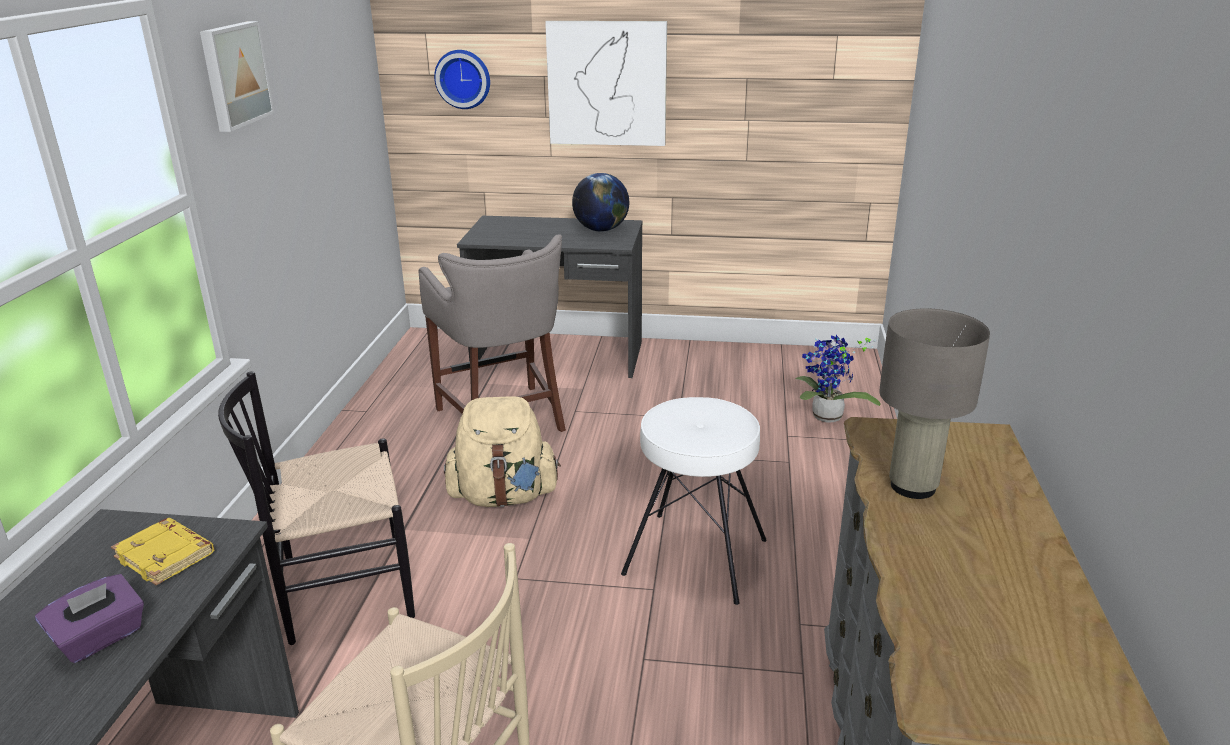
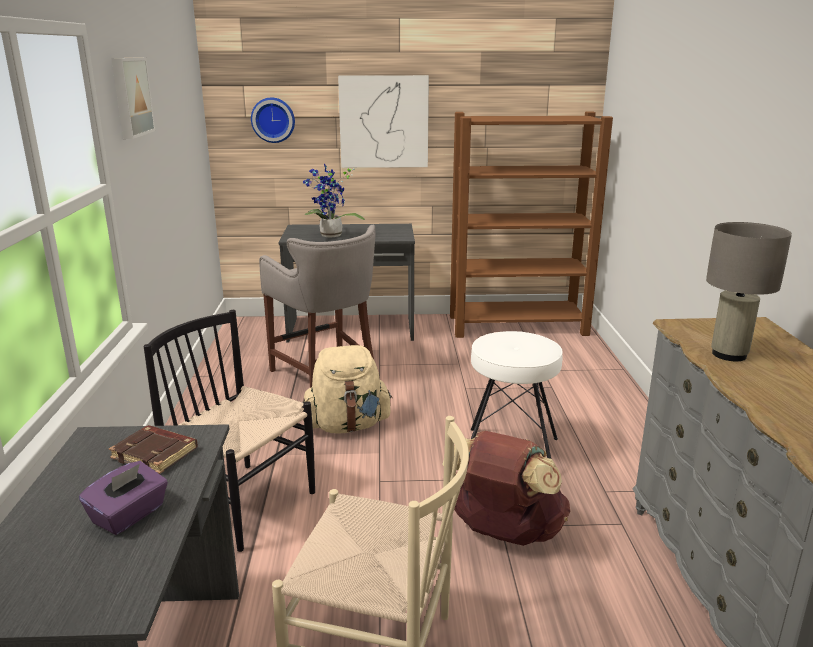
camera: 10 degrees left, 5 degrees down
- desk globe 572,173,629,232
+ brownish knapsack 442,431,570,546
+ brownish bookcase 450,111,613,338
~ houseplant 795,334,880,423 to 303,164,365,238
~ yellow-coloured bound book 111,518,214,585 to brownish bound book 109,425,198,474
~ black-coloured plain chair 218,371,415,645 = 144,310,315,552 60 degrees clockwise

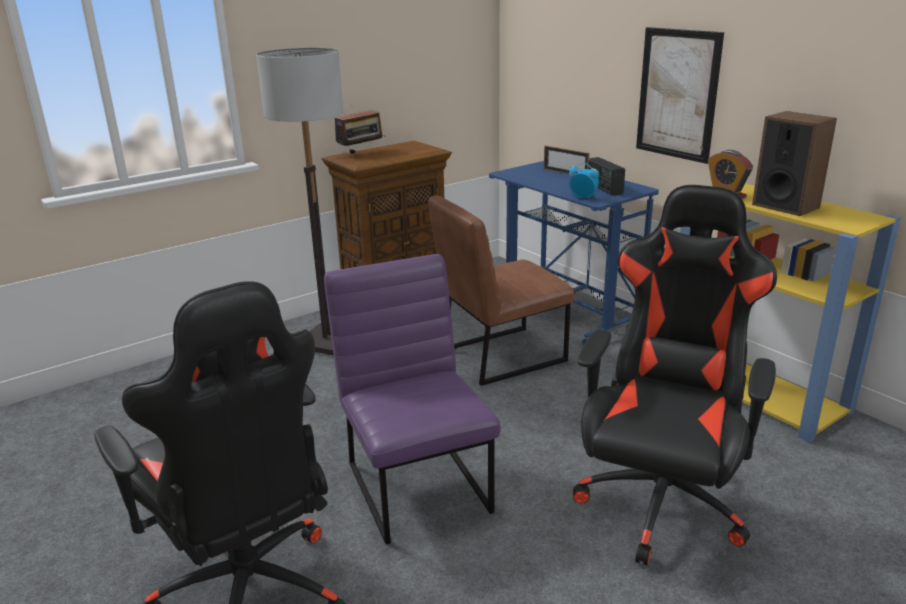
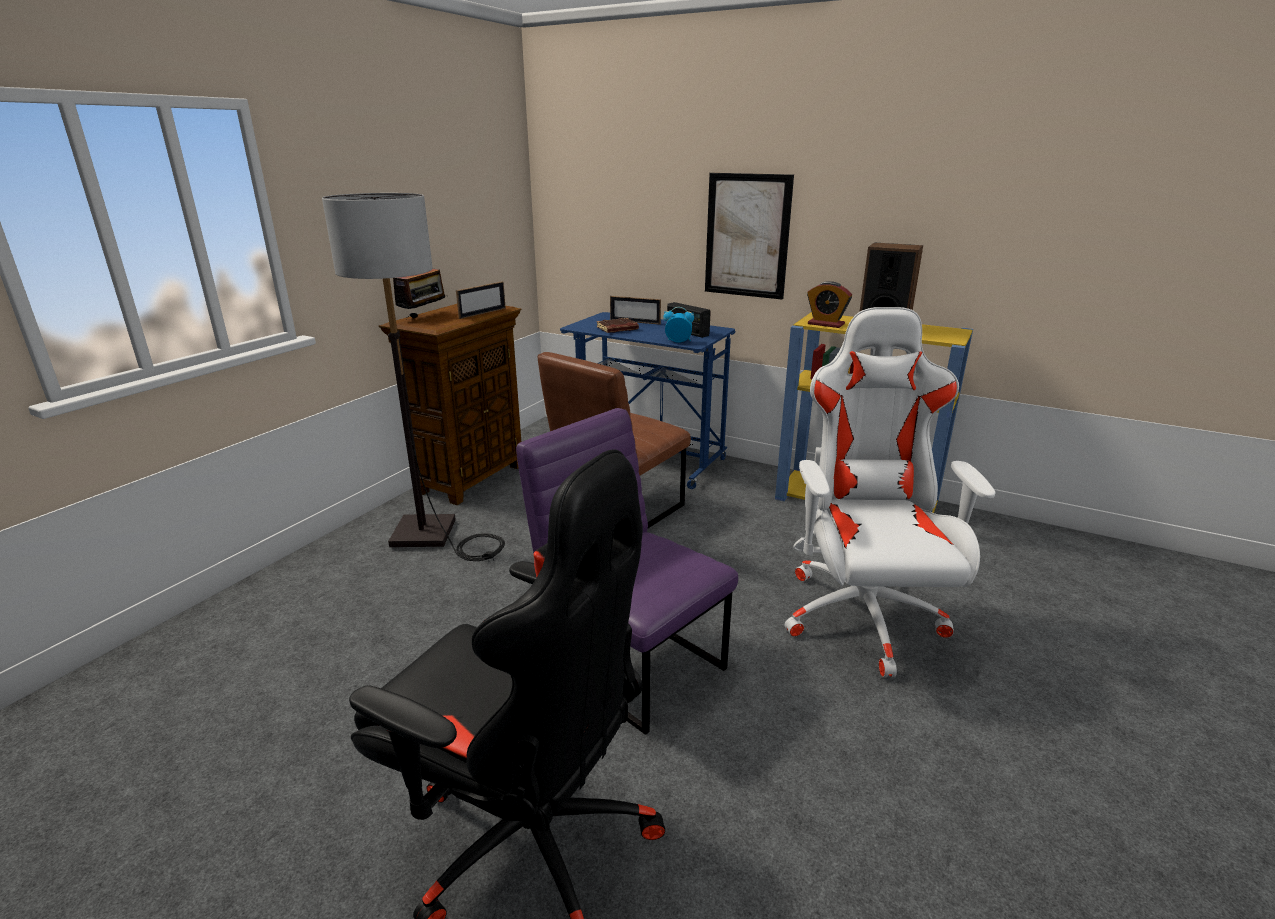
camera: 25 degrees left, 0 degrees up
+ photo frame 456,281,506,319
+ brownish bound book 597,318,639,333
~ black-coloured computer chair 573,185,777,565 to whitish computer chair 785,307,995,677

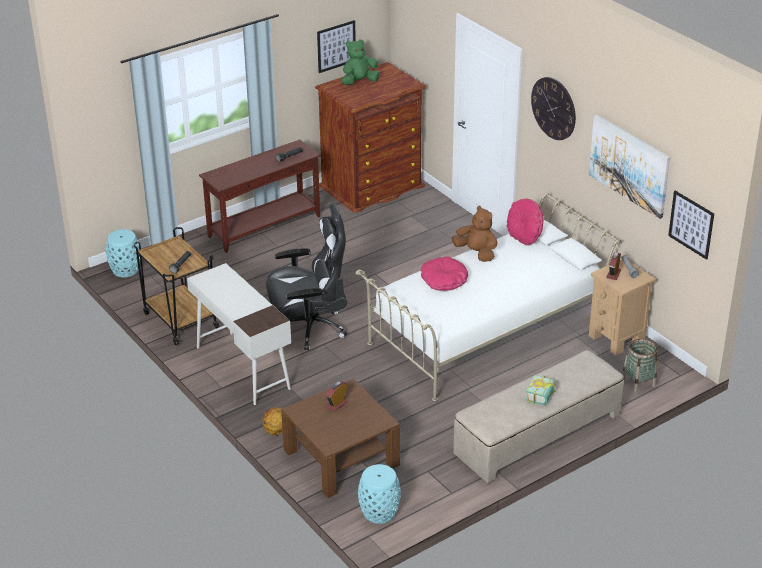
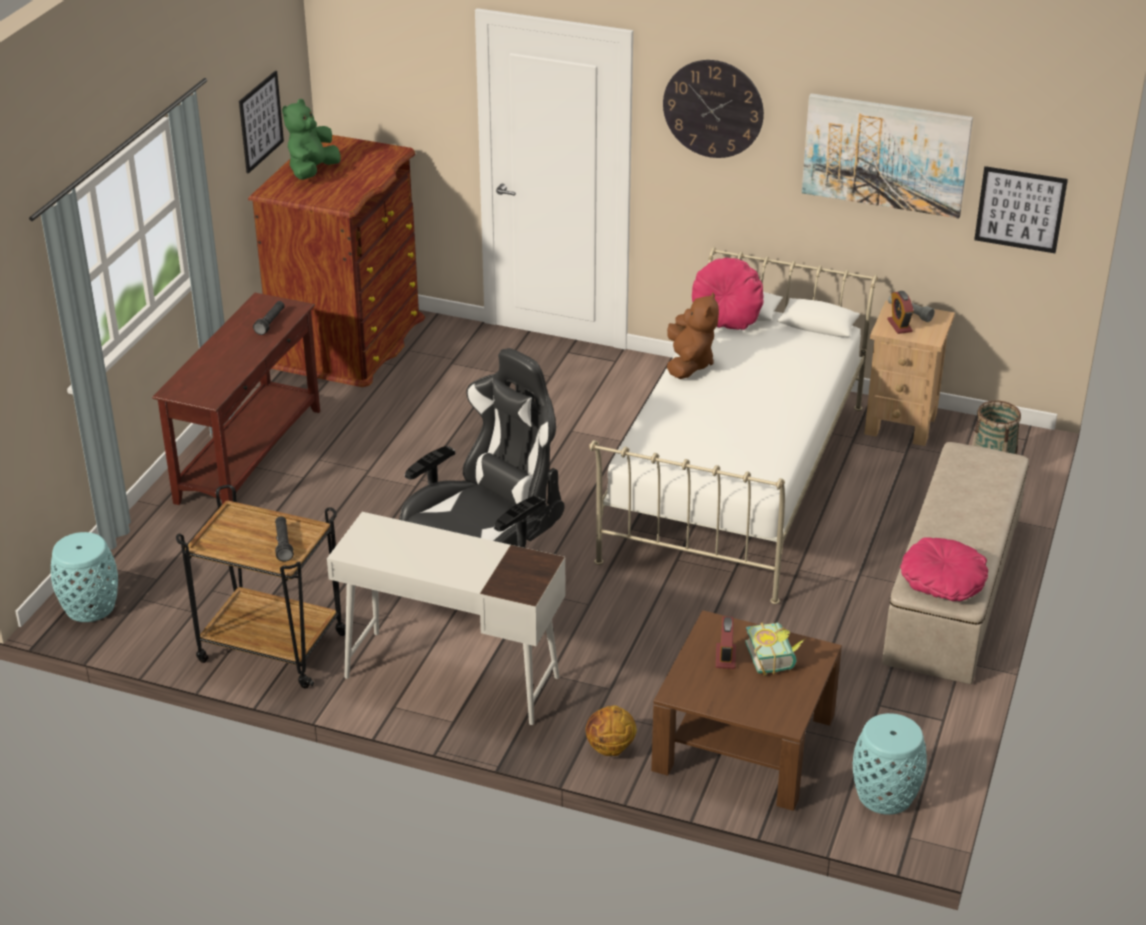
camera: 35 degrees left, 0 degrees up
~ pinkish pillow 421,256,468,291 to 900,537,988,601
~ bound book 525,375,557,405 to 745,622,805,676
~ brownish cuddly toy 452,206,497,262 = 667,293,719,379 90 degrees clockwise

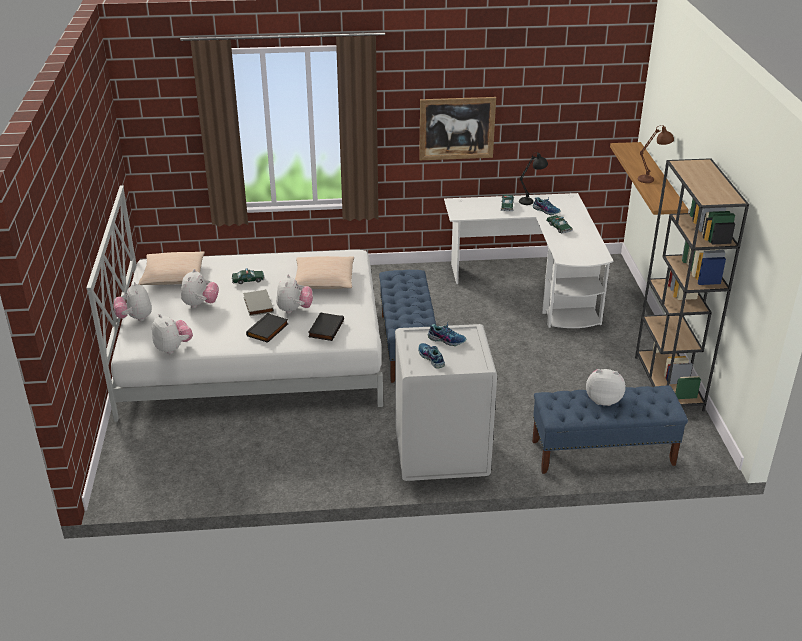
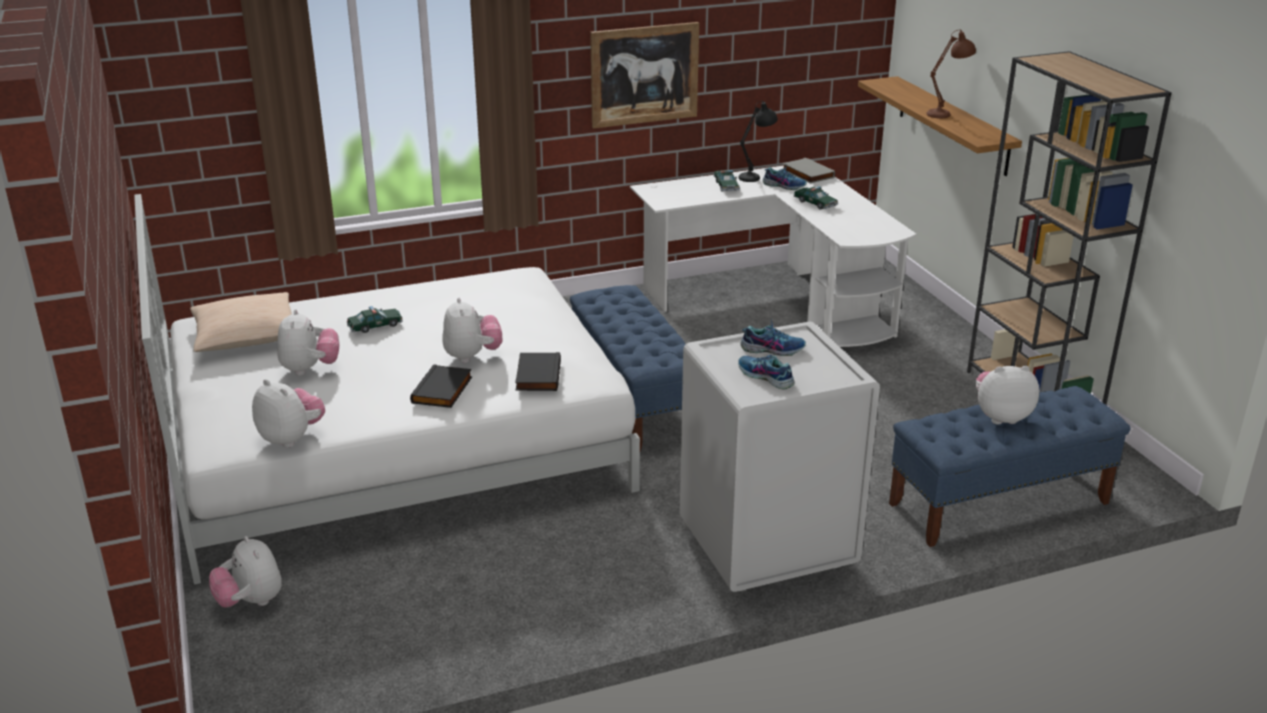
camera: 15 degrees left, 5 degrees down
- beige-coloured pillow 295,256,354,289
~ cuddly toy 114,282,152,321 to 209,536,282,608
~ greyish bound book 243,289,274,316 to 782,158,835,183

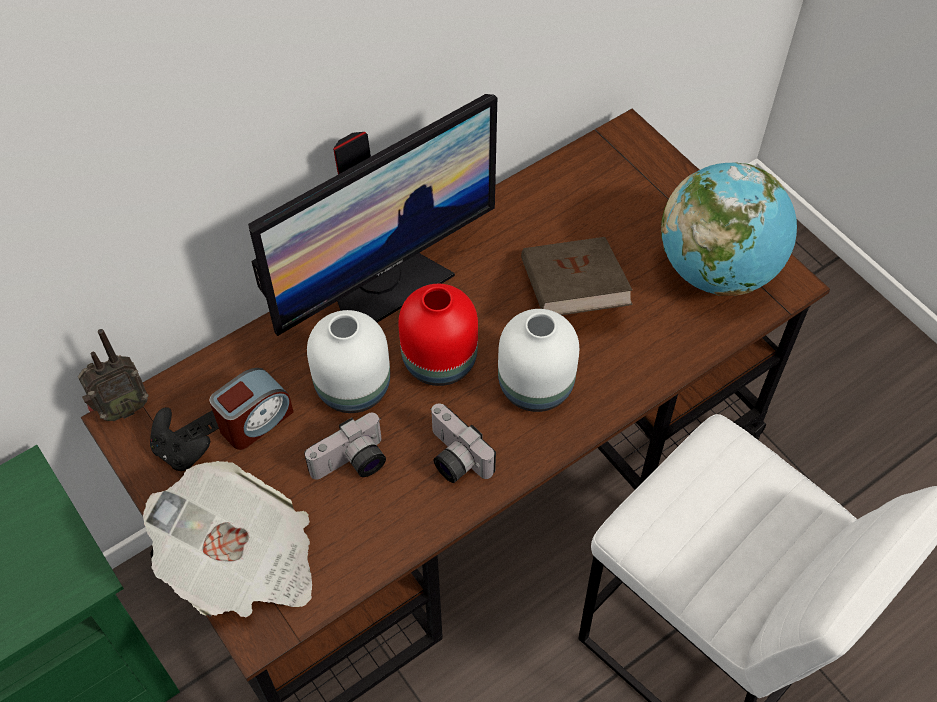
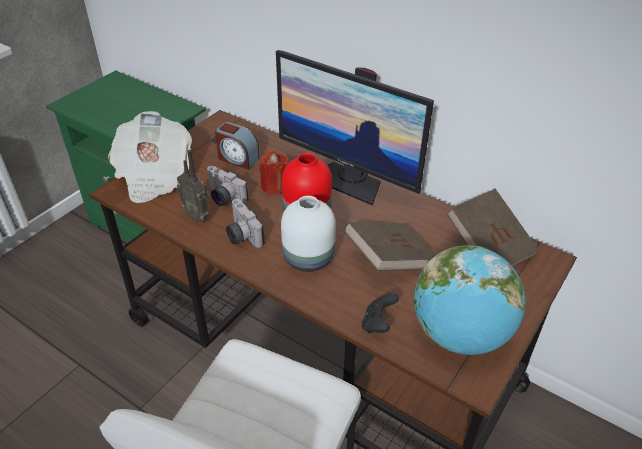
camera: 70 degrees right, 15 degrees down
+ brownish bound book 447,189,539,267
~ radio receiver 78,329,149,421 to 177,150,210,223
~ black-coloured joypad 150,407,210,471 to 362,293,399,333
~ whitish flower vase 307,310,390,413 to red-coloured wax light 259,151,288,195
~ photo camera 430,403,496,483 = 226,199,265,248 60 degrees counterclockwise

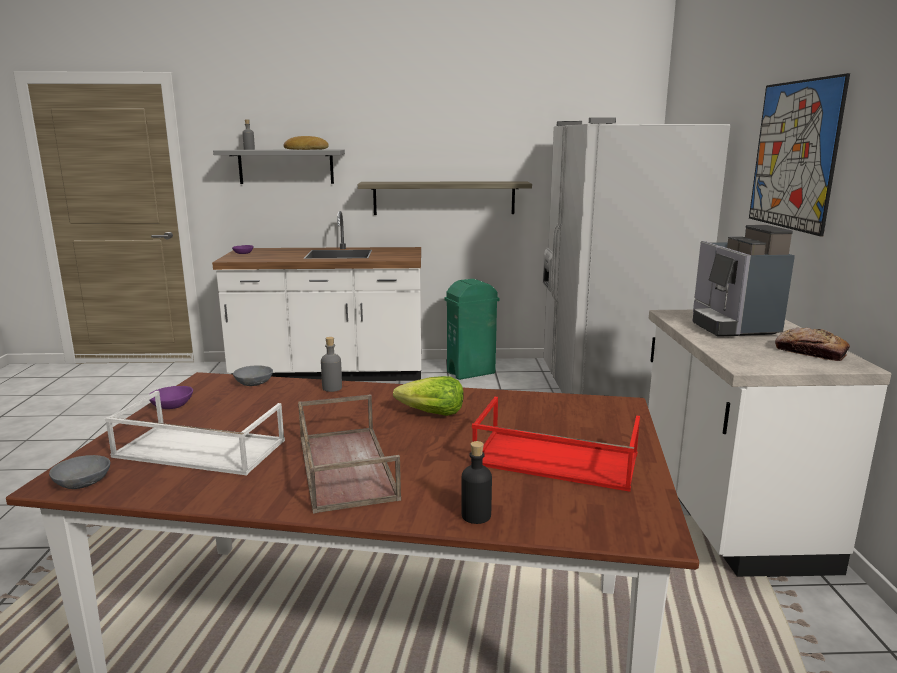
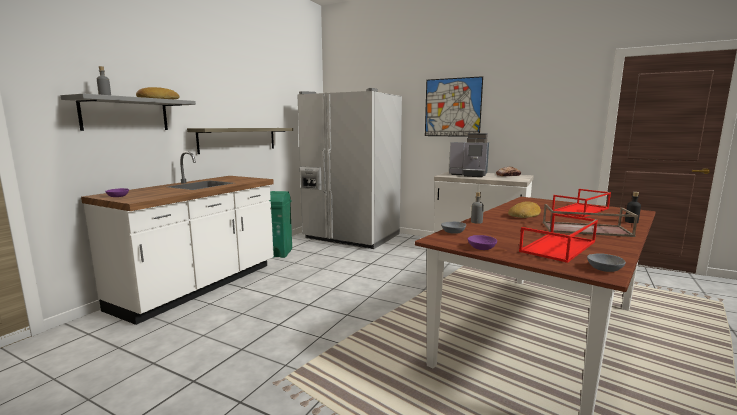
camera: 60 degrees left, 5 degrees down
~ lettuce 393,376,464,416 to bakery bread 508,202,541,218
~ whitish carrying tray 105,391,285,475 to red-coloured carrying tray 519,213,598,263

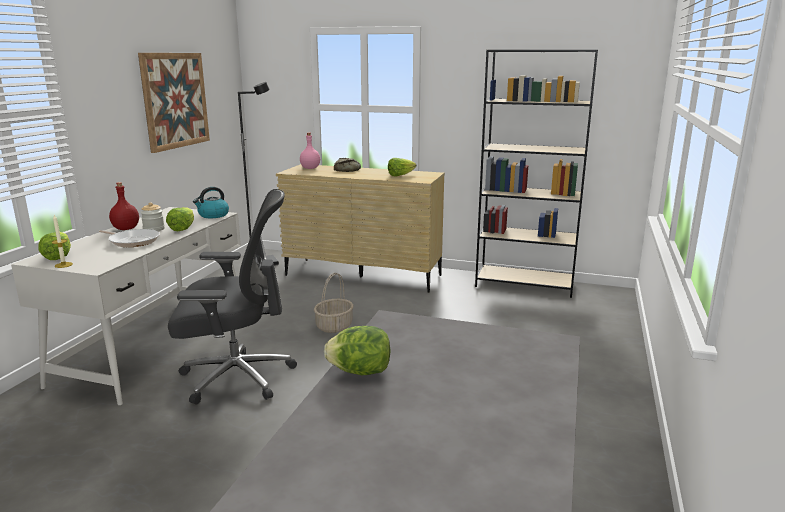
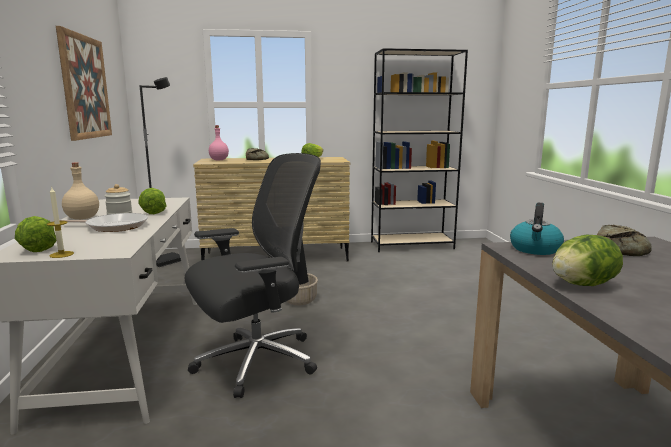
camera: 25 degrees left, 5 degrees down
+ bakery bread 597,225,652,256
~ water kettle 193,187,229,218 to 510,203,564,255
~ red-coloured beverage bottle 109,182,139,230 to beige-coloured beverage bottle 62,162,99,220

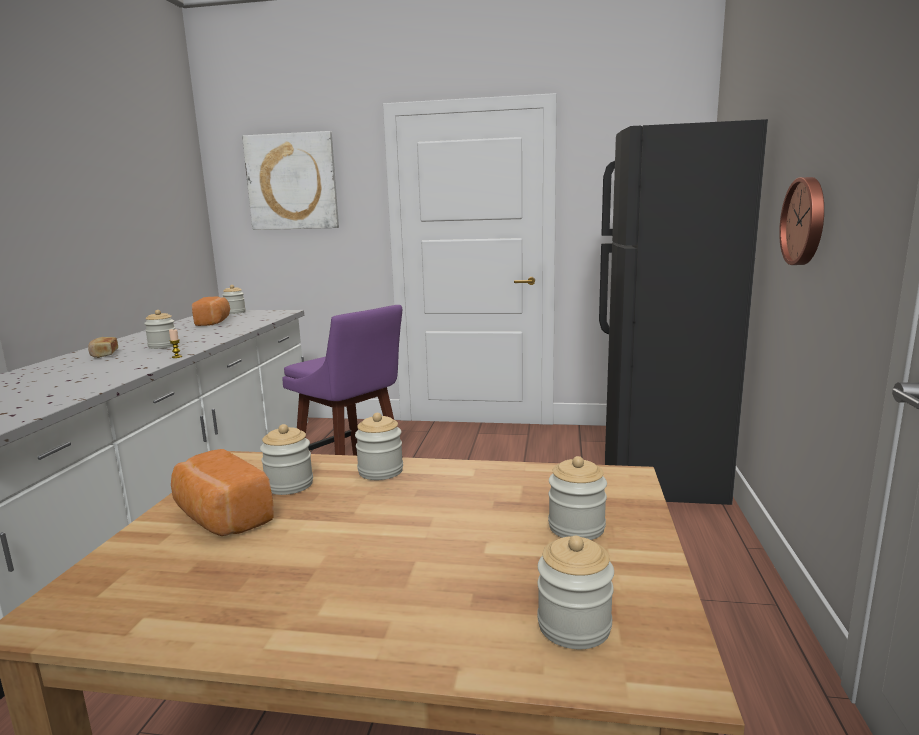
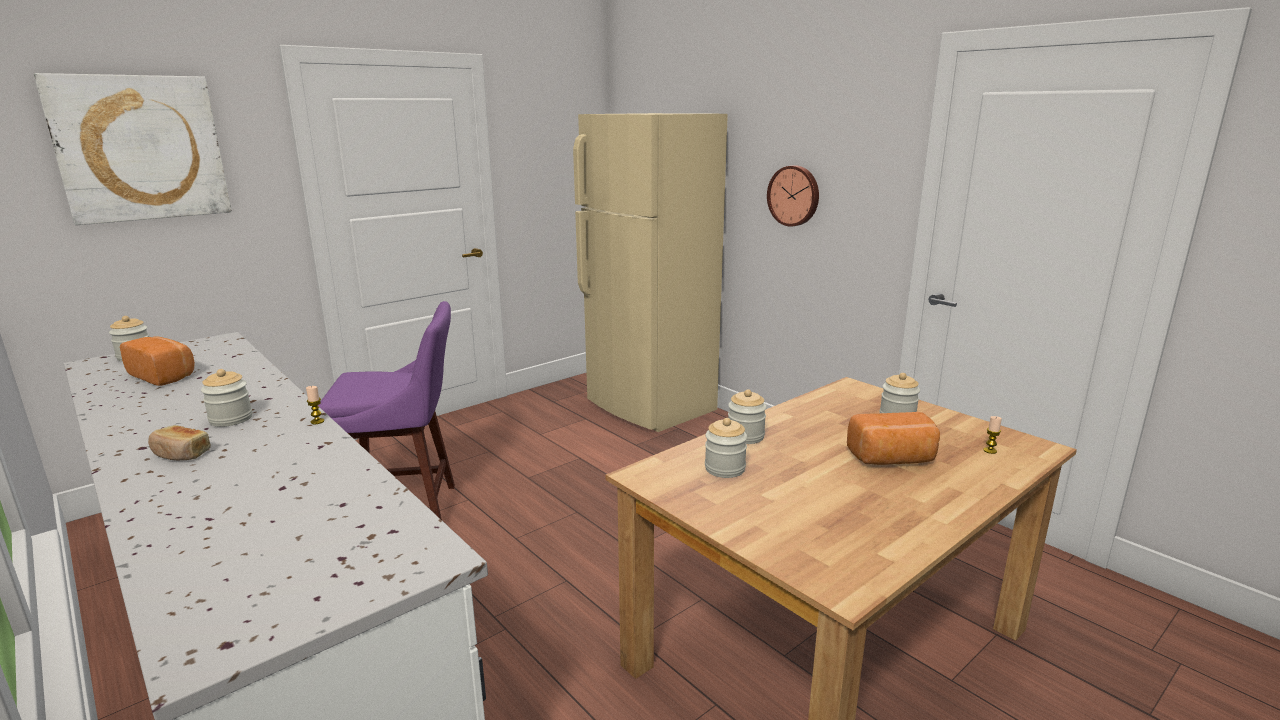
camera: 50 degrees left, 5 degrees up
~ bakery bread 171,449,273,536 to 847,412,940,465
~ jar 537,536,614,649 to wax light 983,416,1002,454
~ black-coloured refrigerator 599,119,768,505 to beige-coloured refrigerator 573,113,728,432

